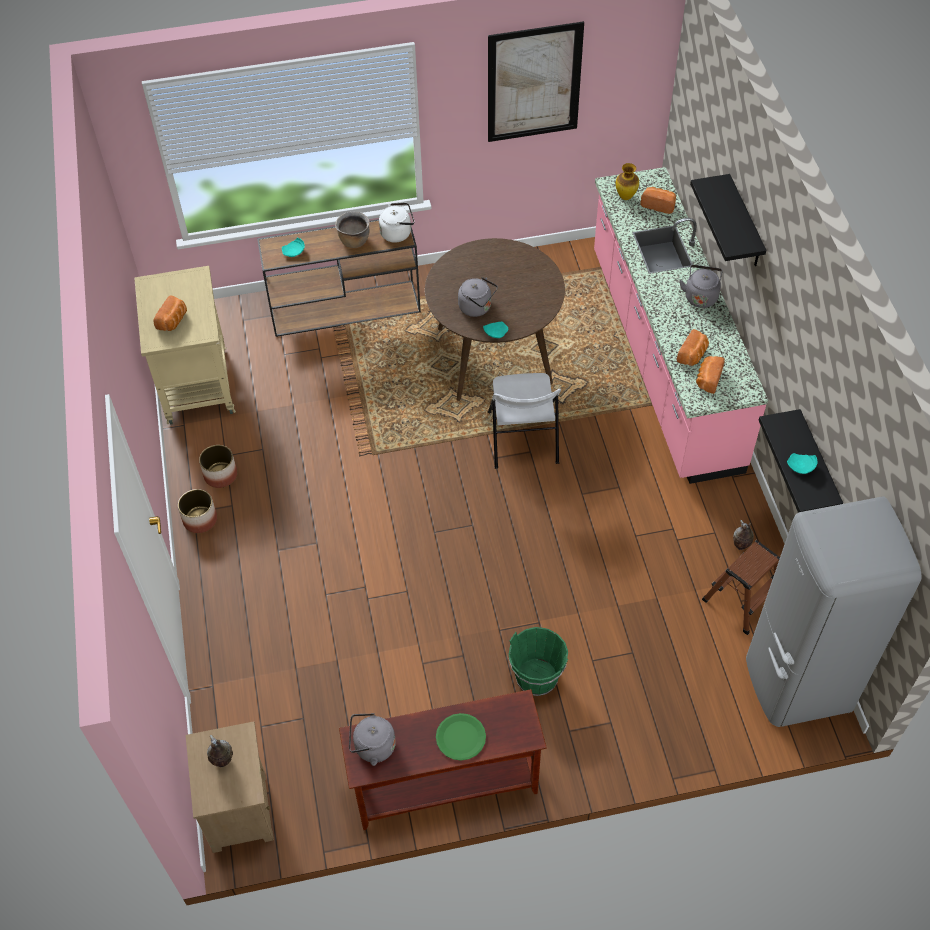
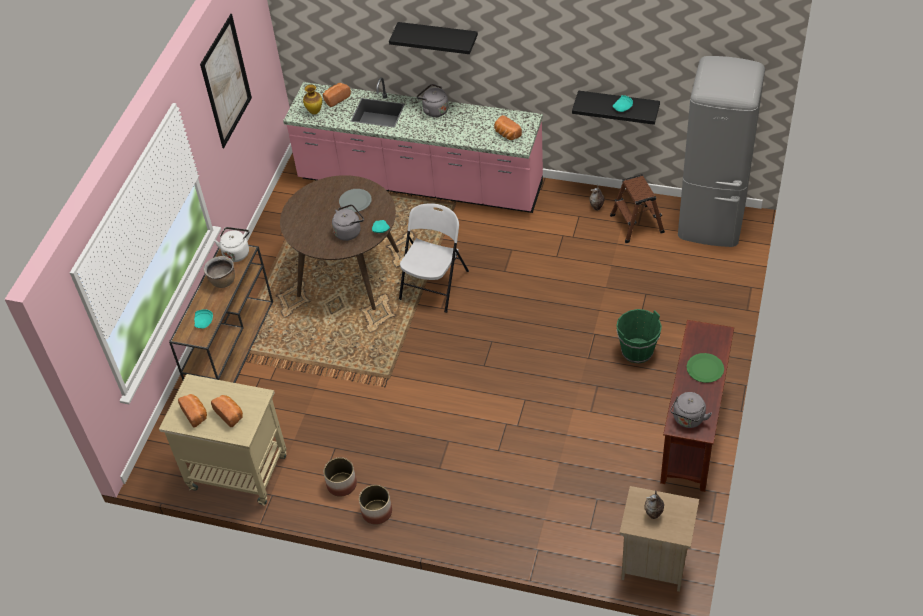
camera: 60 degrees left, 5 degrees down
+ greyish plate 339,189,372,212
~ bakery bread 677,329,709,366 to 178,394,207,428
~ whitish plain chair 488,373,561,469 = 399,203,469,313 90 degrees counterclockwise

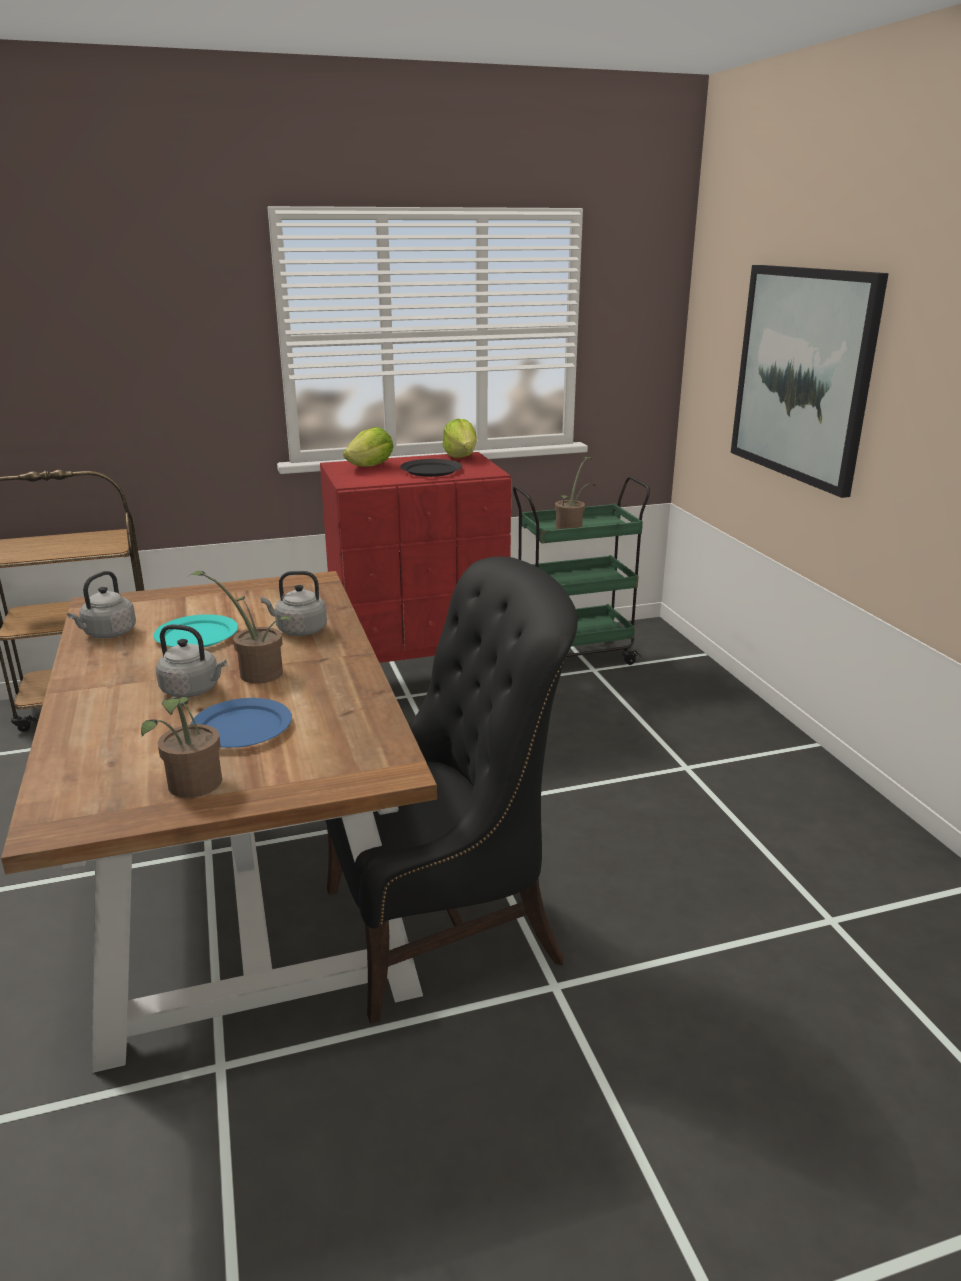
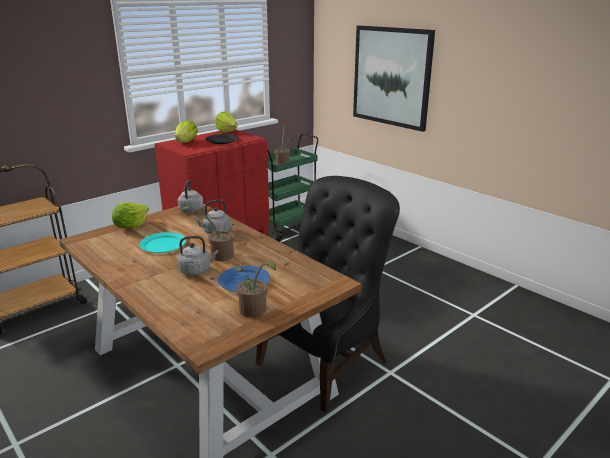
camera: 25 degrees left, 0 degrees up
+ lettuce 112,202,149,229
~ greyish water kettle 67,571,136,638 to 178,180,204,212

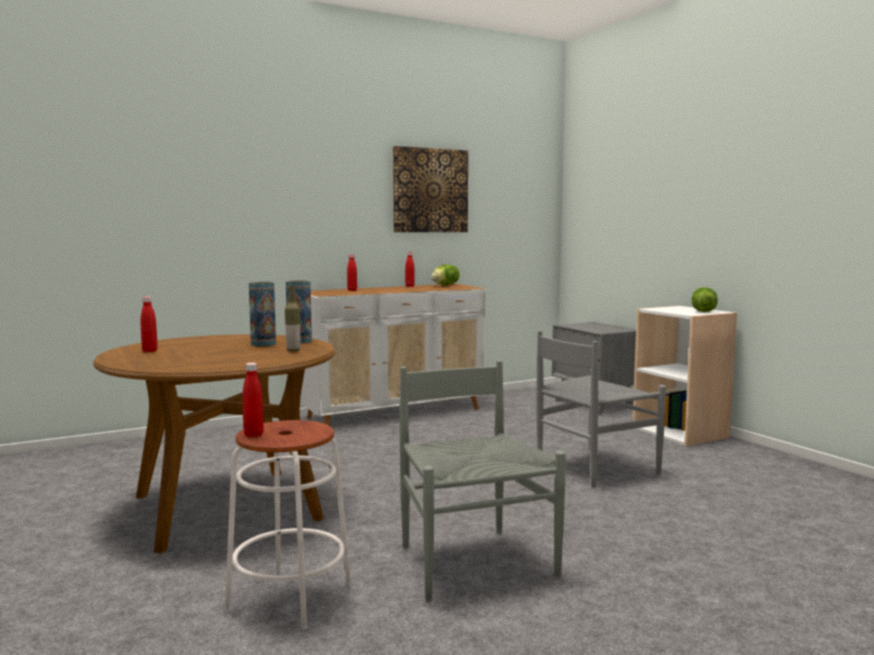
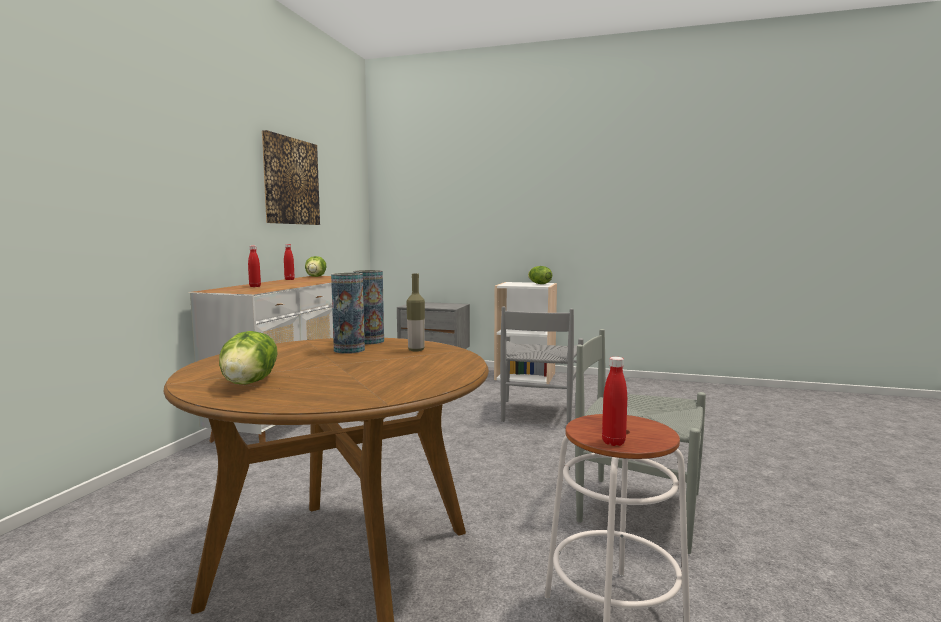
camera: 45 degrees left, 0 degrees up
~ red-coloured beverage bottle 141,297,158,352 to lettuce 219,331,278,384

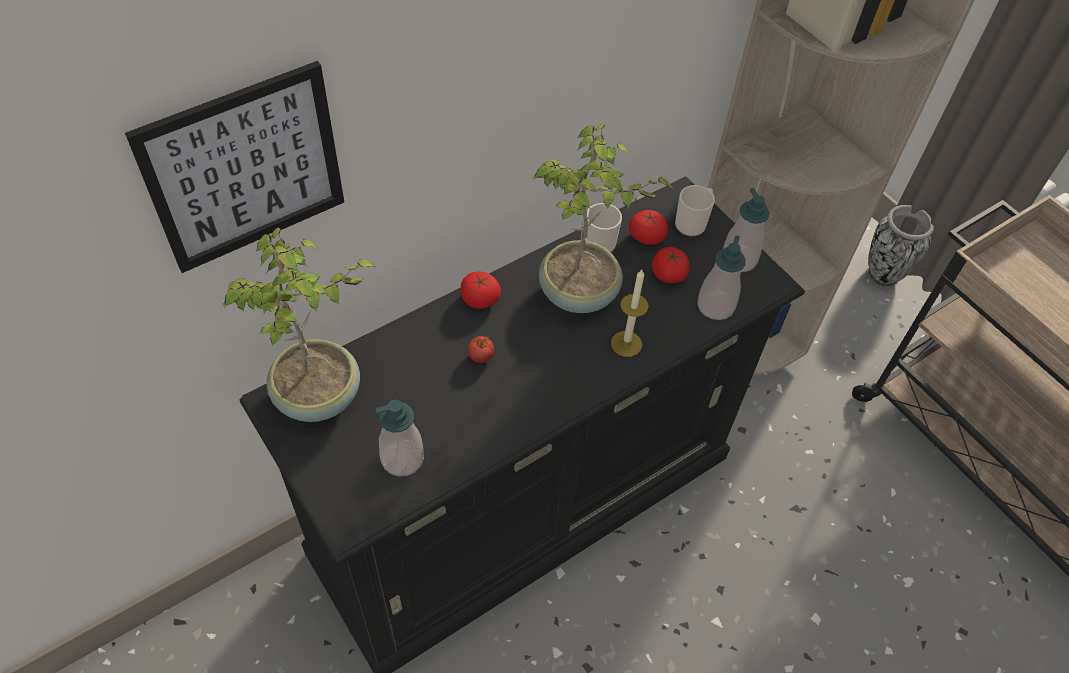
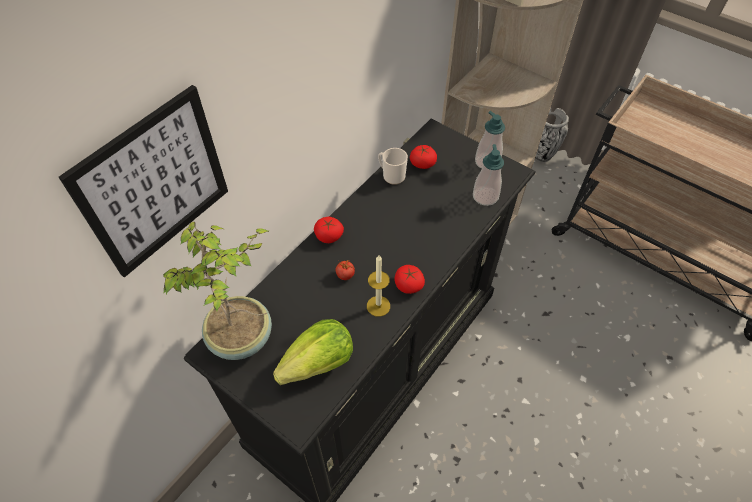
camera: 15 degrees left, 0 degrees up
- houseplant 532,124,672,313
- mug 675,185,715,236
~ wax light 611,270,649,357 to 367,255,390,317
~ tomato 652,247,690,283 to 394,265,425,294
~ liquid soap bottle 376,400,424,477 to lettuce 273,319,353,385

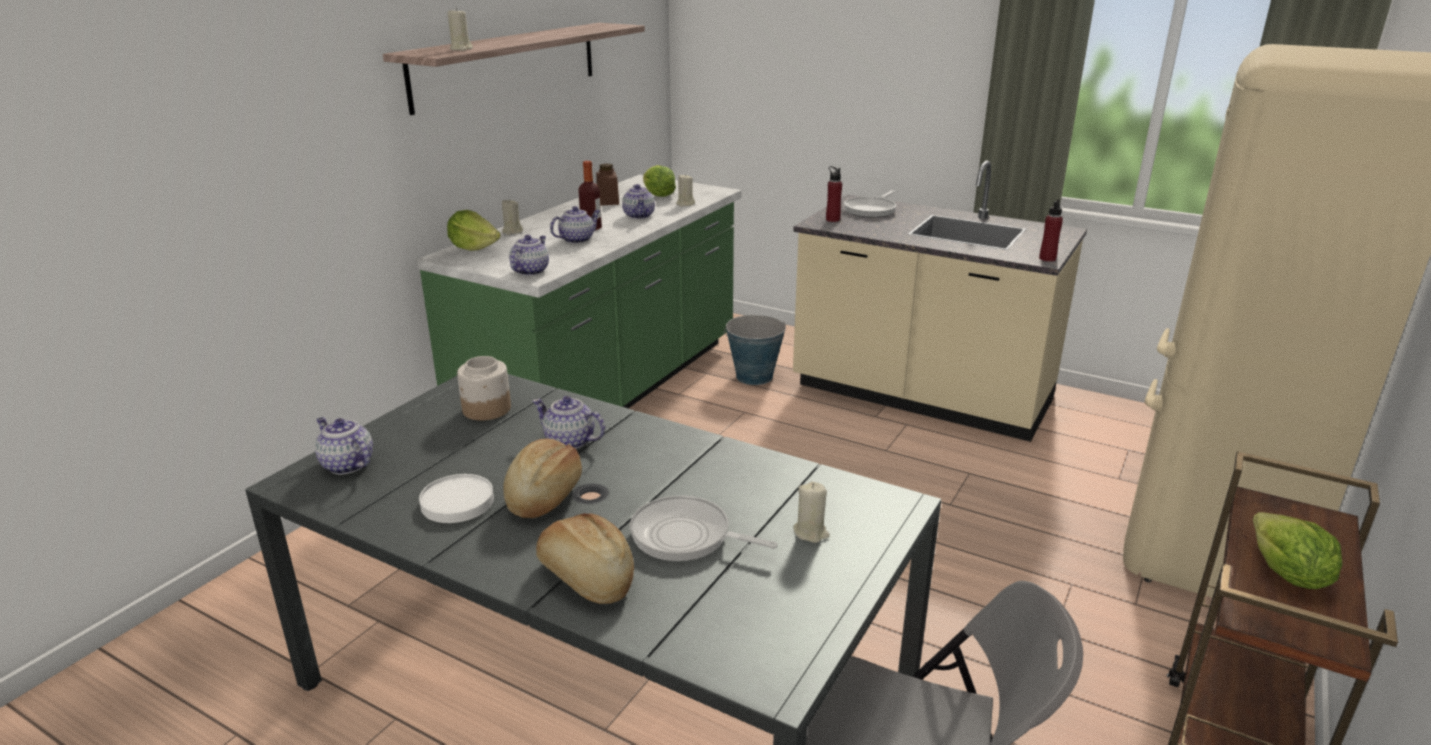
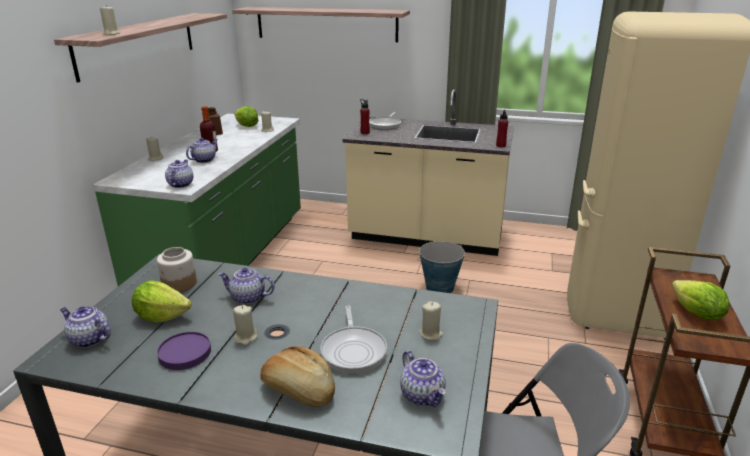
camera: 15 degrees left, 0 degrees up
+ shelf 232,7,410,42
~ lettuce 447,210,501,251 to 132,280,192,322
~ teapot 622,184,655,219 to 400,350,446,407
~ pail 724,315,786,385 to 417,241,465,293
~ bakery bread 503,439,582,518 to beige-coloured wax light 233,305,258,345
~ whitish plate 419,474,494,523 to purple plate 157,332,211,370
~ pan 630,495,778,561 = 320,306,387,373 105 degrees counterclockwise

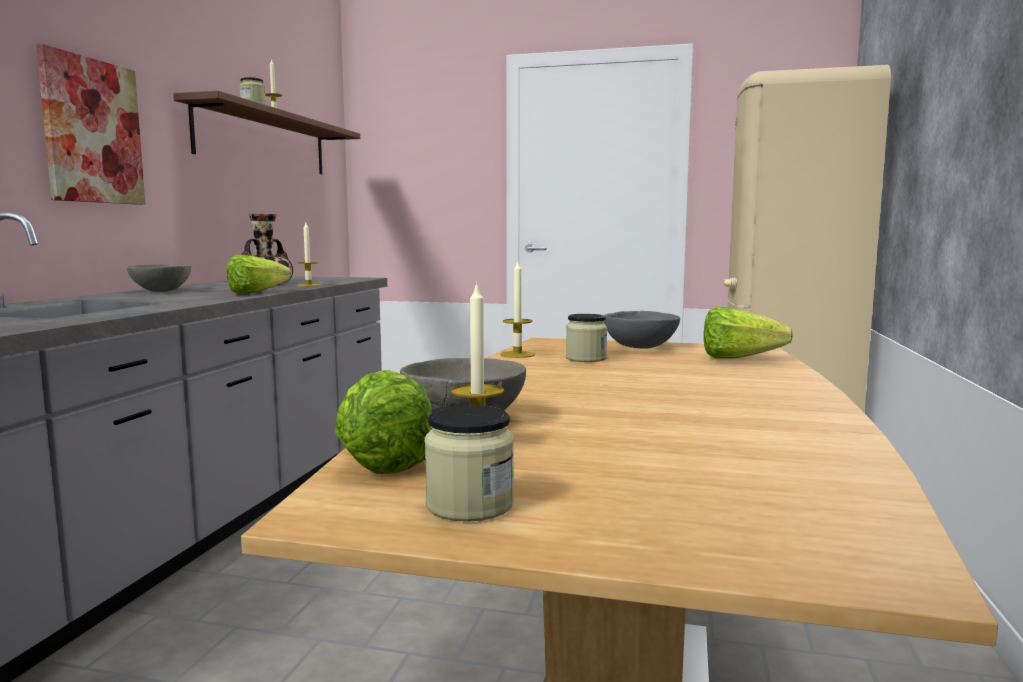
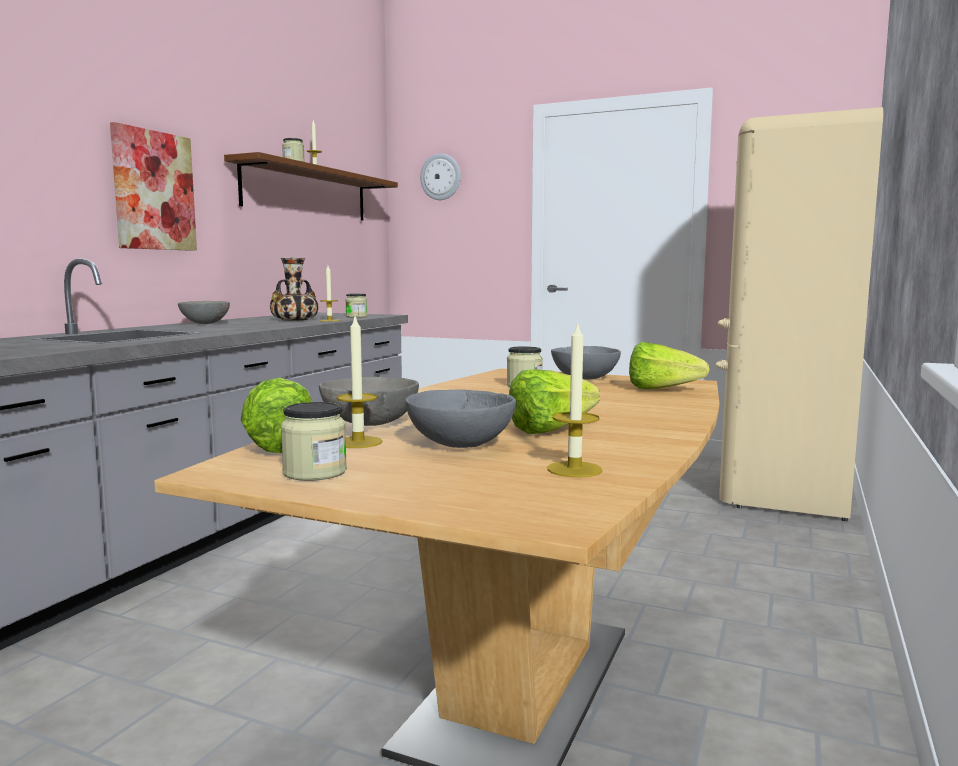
camera: 10 degrees right, 0 degrees up
+ jar 345,294,367,317
+ greyish serving bowl 405,389,516,448
+ clock on the wall 420,153,461,200
~ lettuce 227,255,291,294 to 509,369,600,434
~ wax light 500,262,535,358 to 547,321,602,477

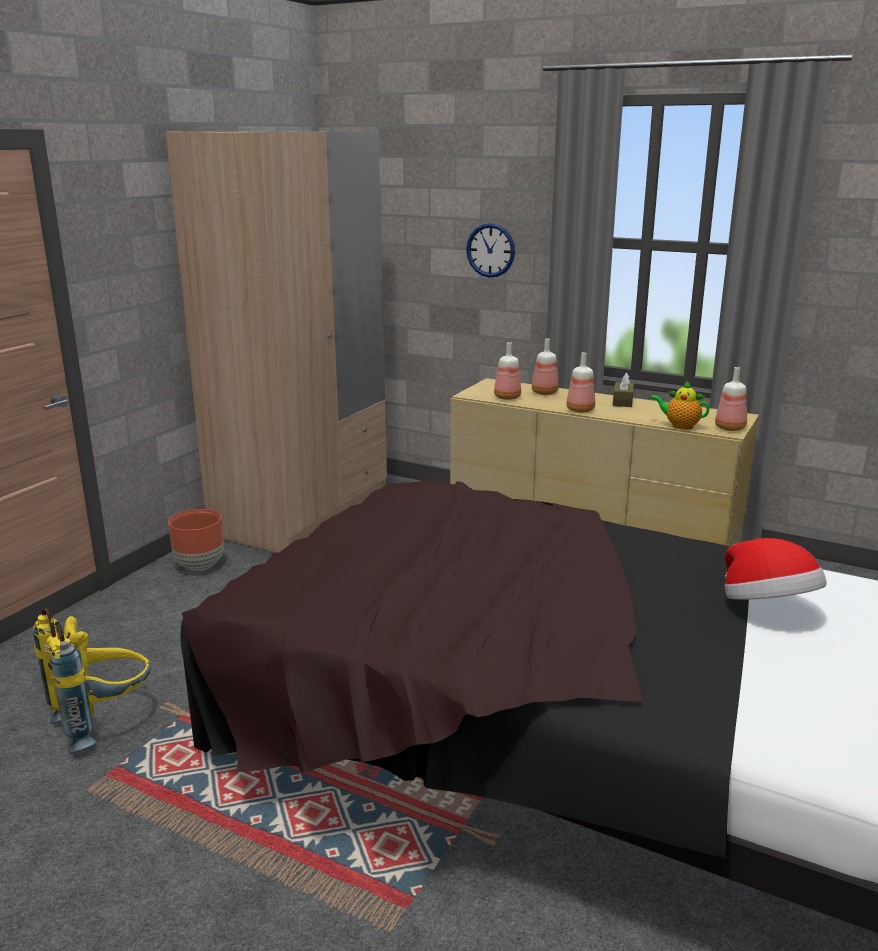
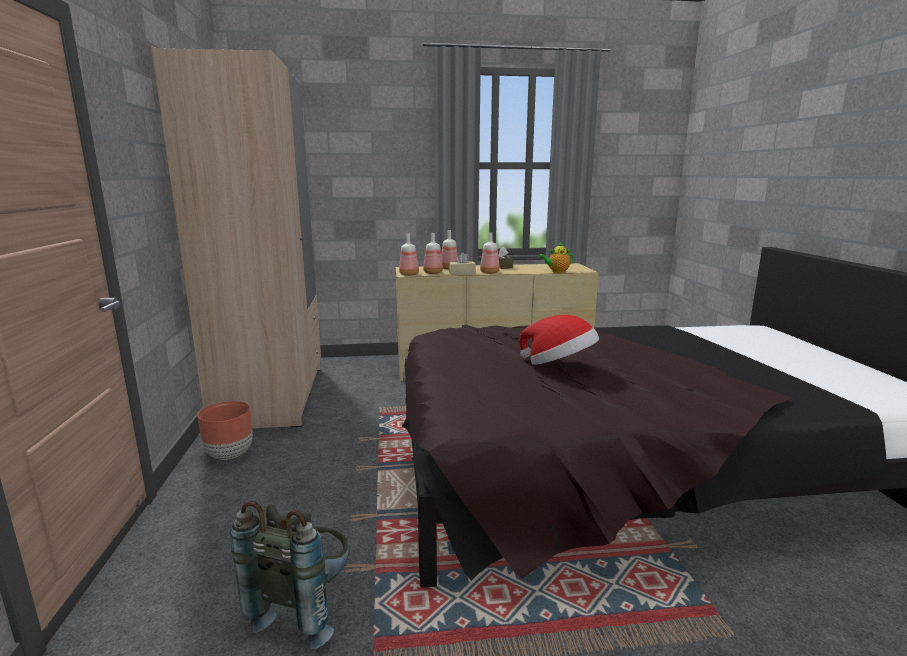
camera: 35 degrees left, 5 degrees down
- clock on the wall 466,223,515,278
+ beige-coloured tissue holder 449,252,476,275
~ beverage bottle 715,367,747,431 to 399,234,419,276
~ clothing hat 725,538,827,600 to 519,315,599,365
~ yellow-coloured knapsack 33,607,151,752 to greyish knapsack 230,501,350,649

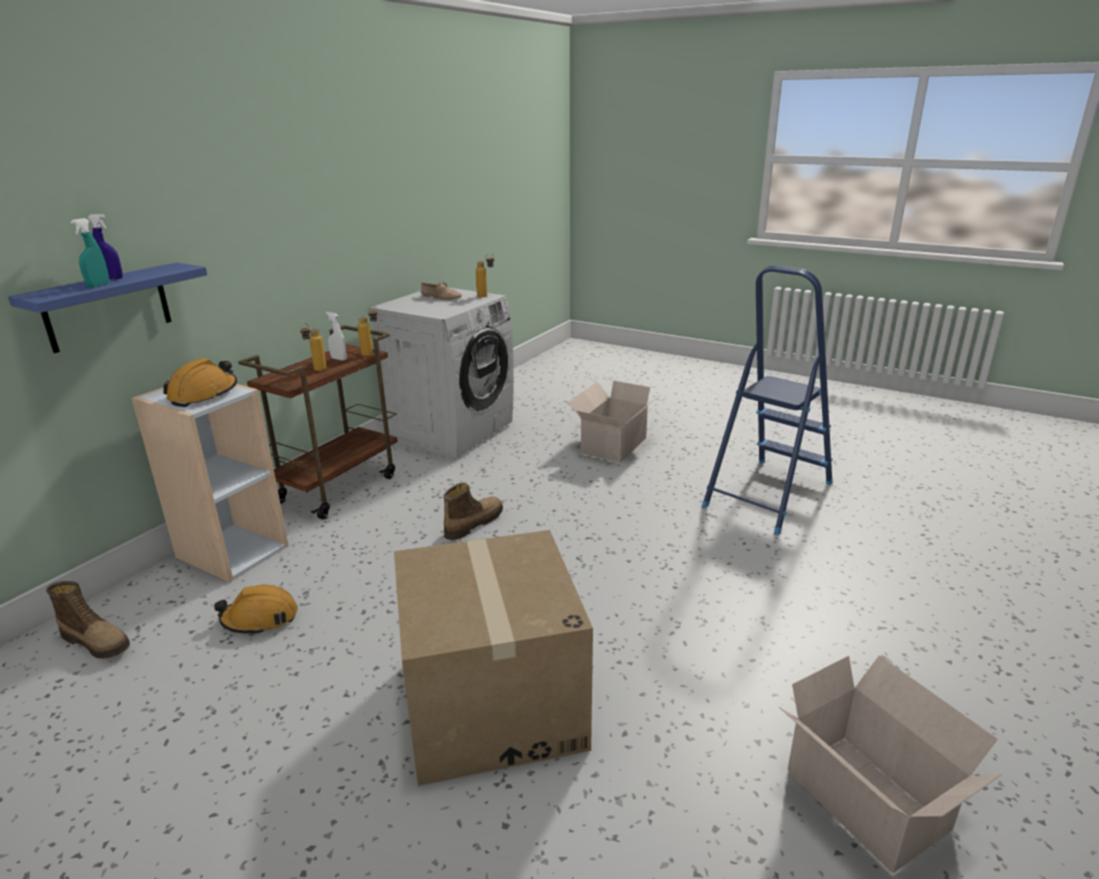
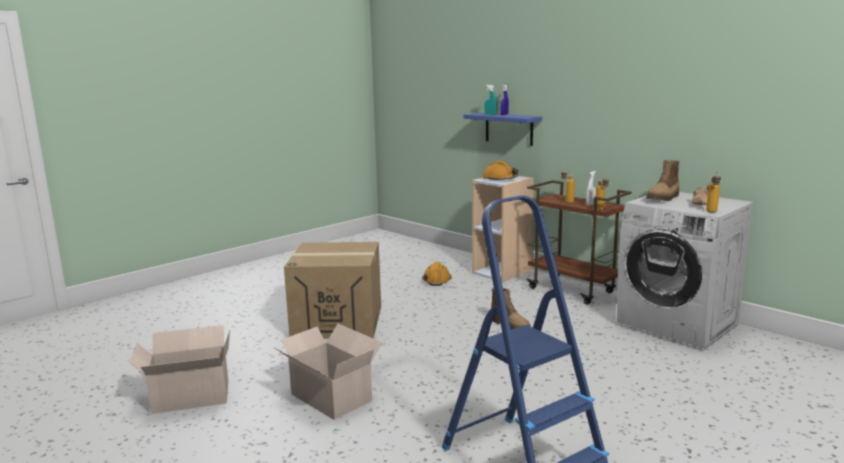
camera: 105 degrees right, 10 degrees down
~ tall boot 46,581,130,659 to 646,160,679,201
~ cardboard box 568,381,662,463 to 273,324,382,420

